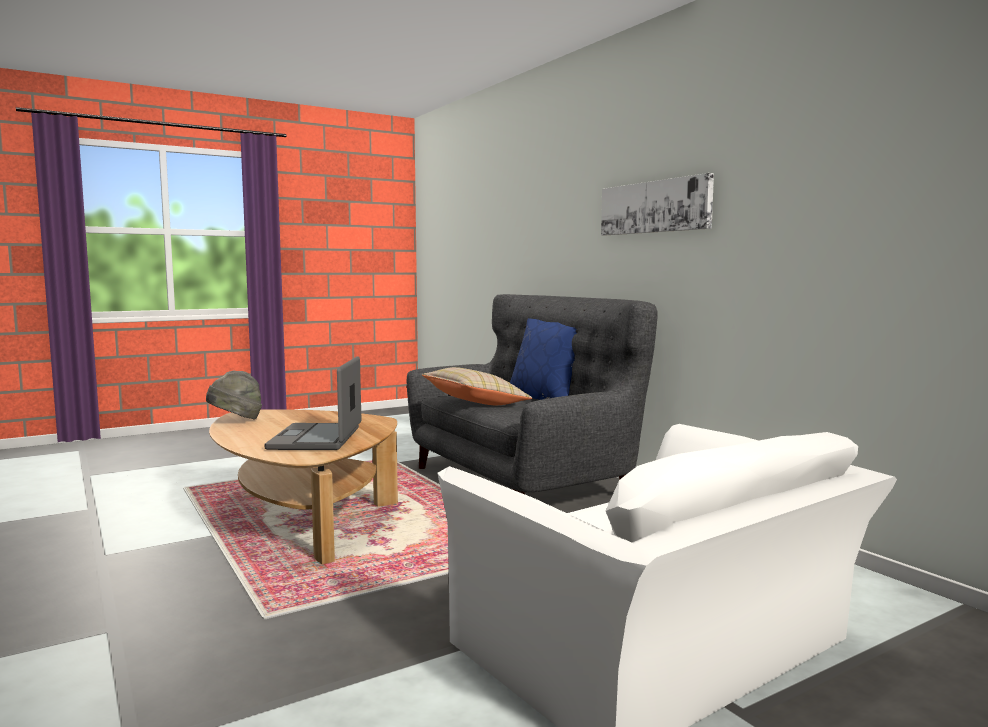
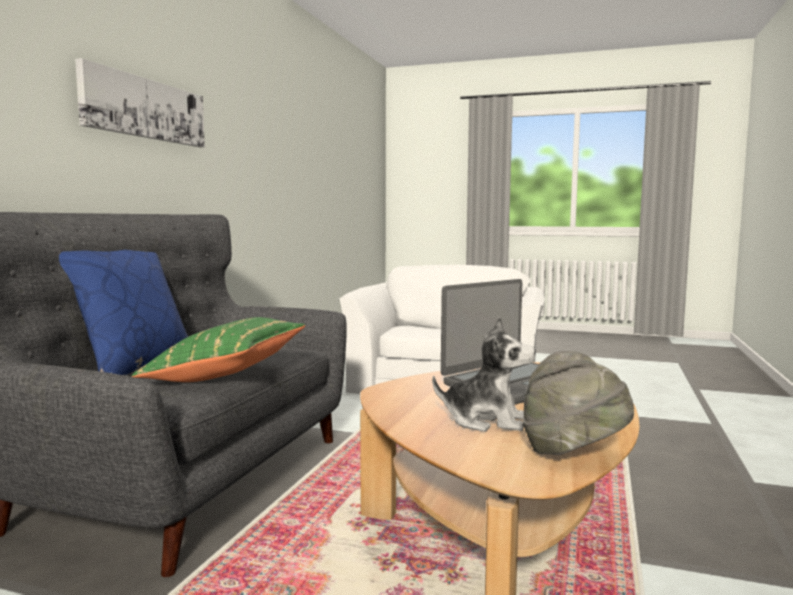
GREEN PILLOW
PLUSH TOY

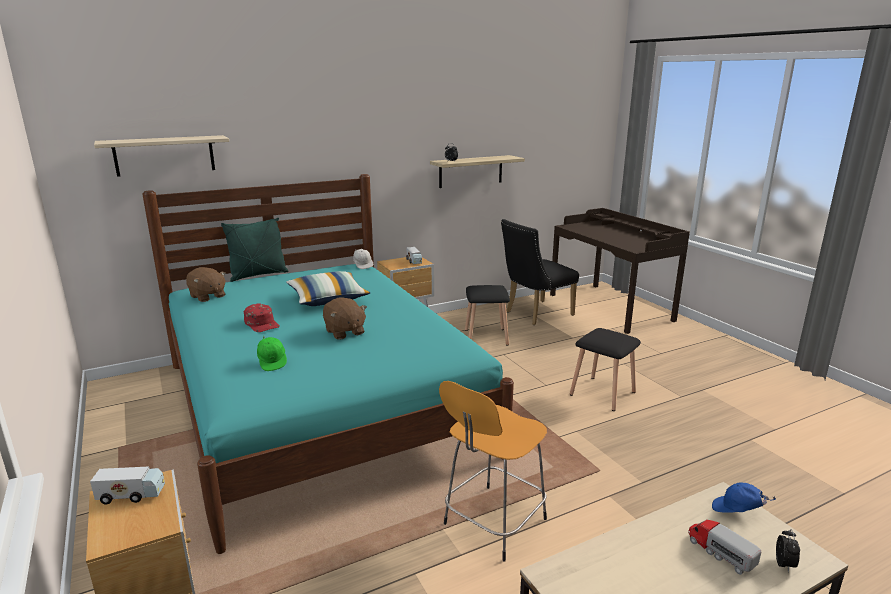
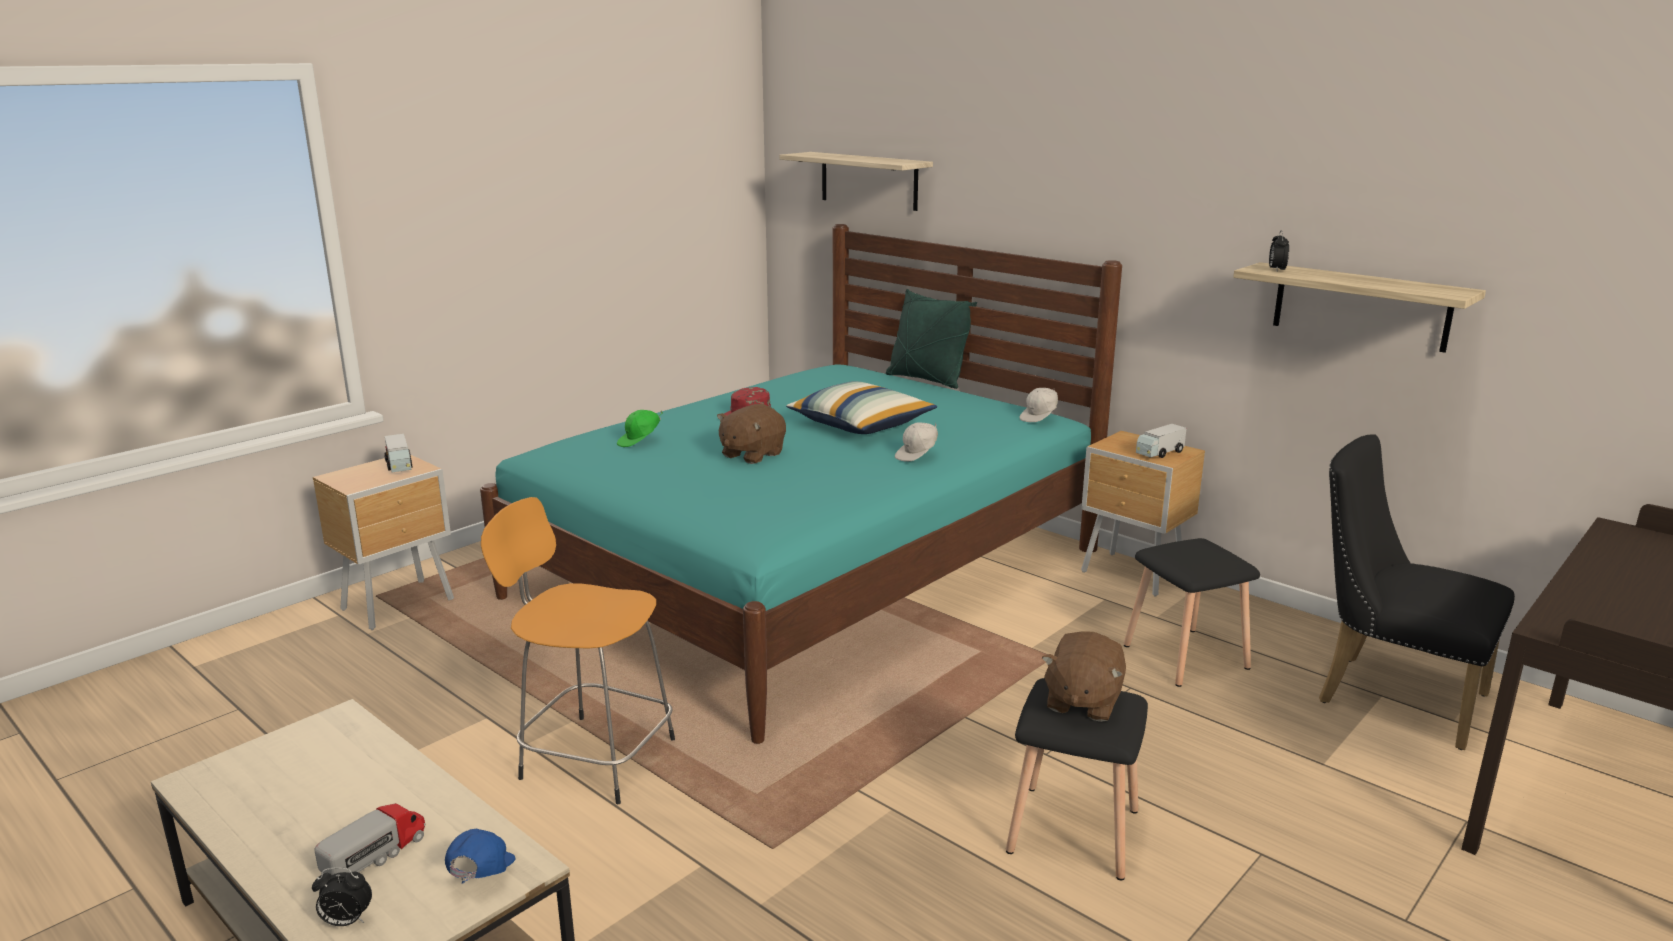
BROWN PLUSH TOY (no. 2 from left)
WHITE CAP (no. 1 from left)

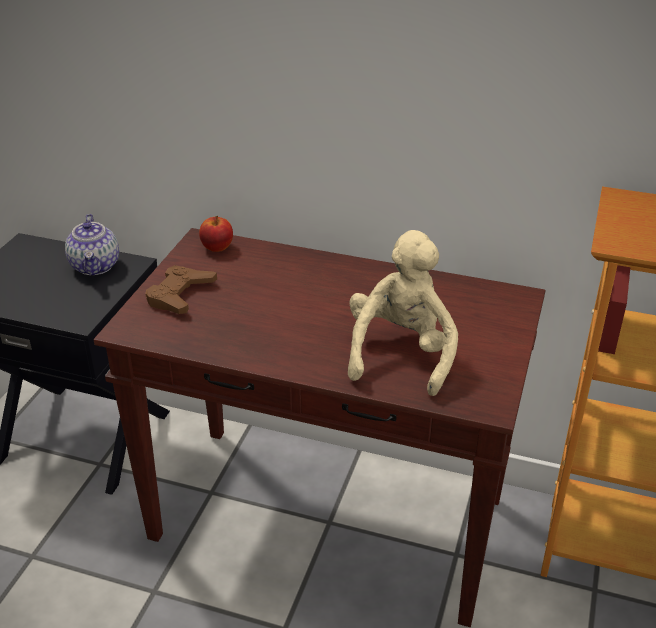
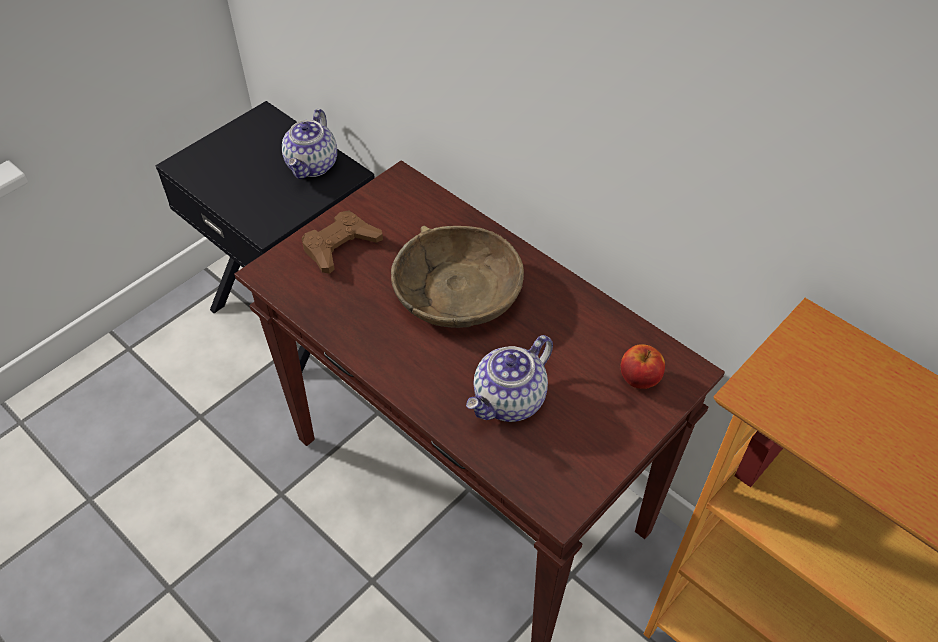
APPLE
TEAPOT (no. 2 from left)
BROWN BOWL

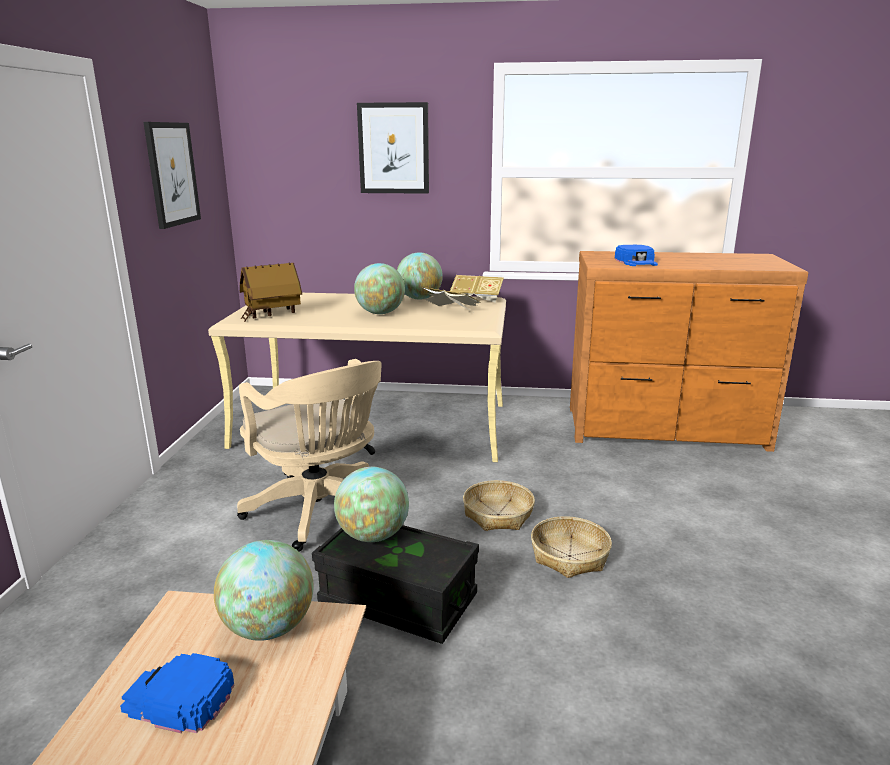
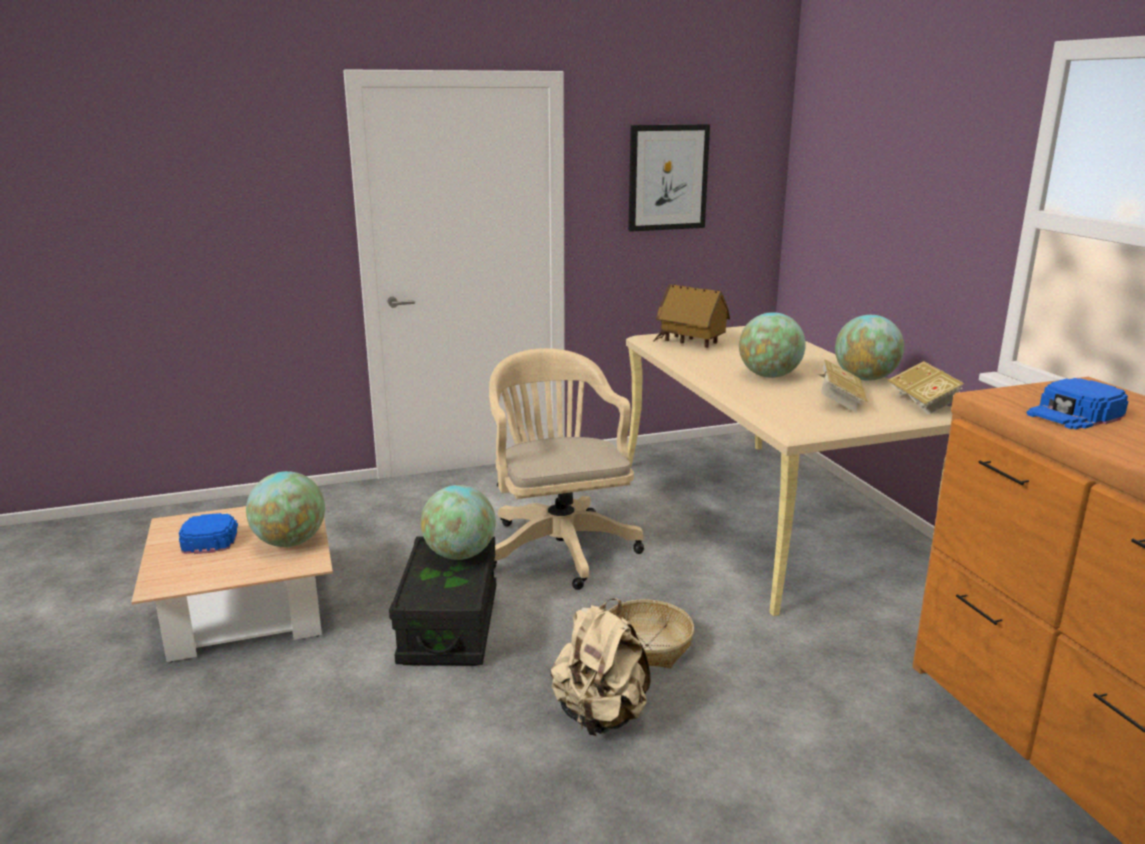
BEIGE OFFICE CHAIR
PICTURE (no. 2 from left in the first image)
BEIGE BACKPACK

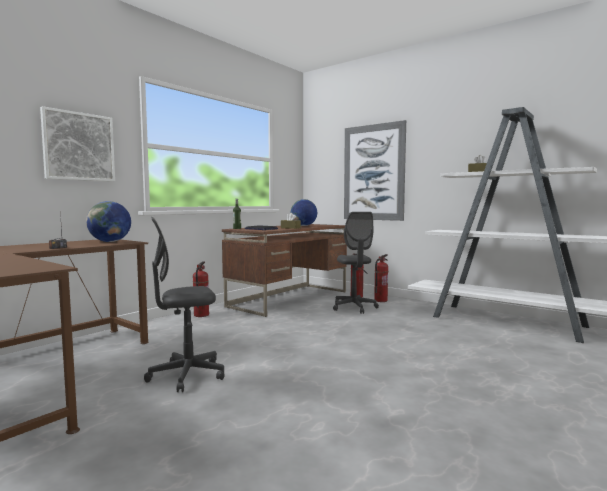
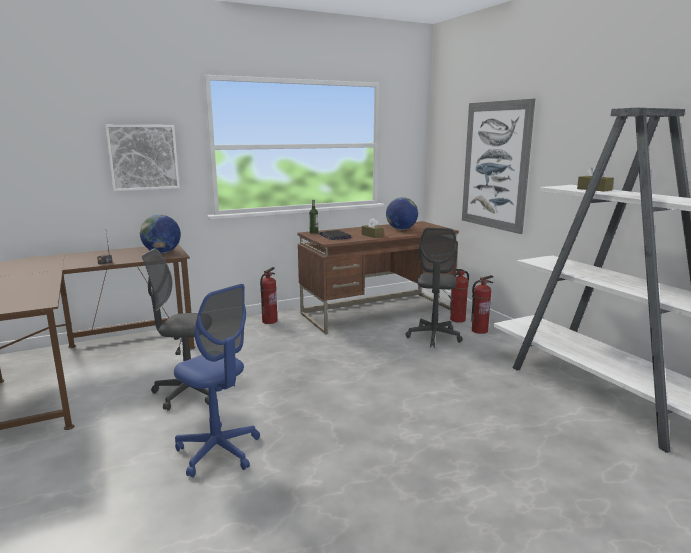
BLUE OFFICE CHAIR

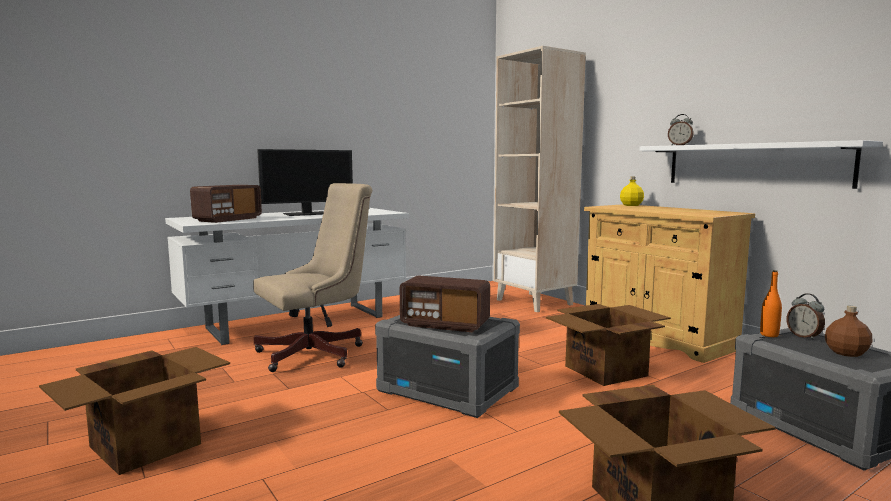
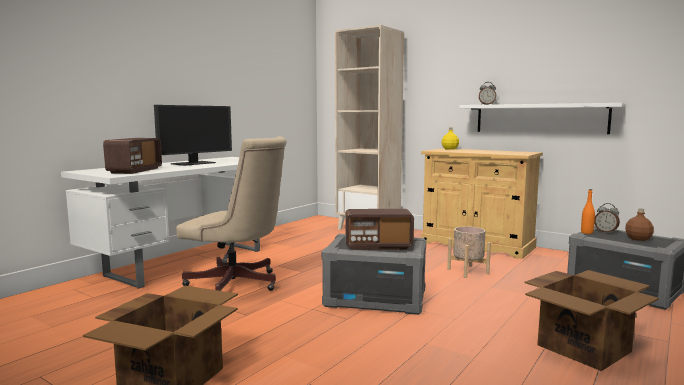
BEIGE OFFICE CHAIR
BEIGE PLANTER

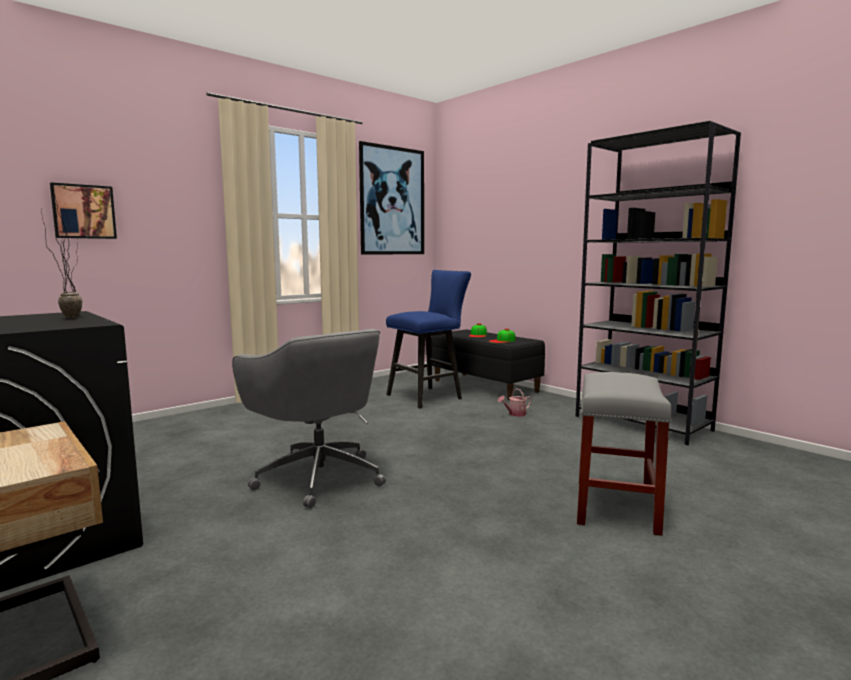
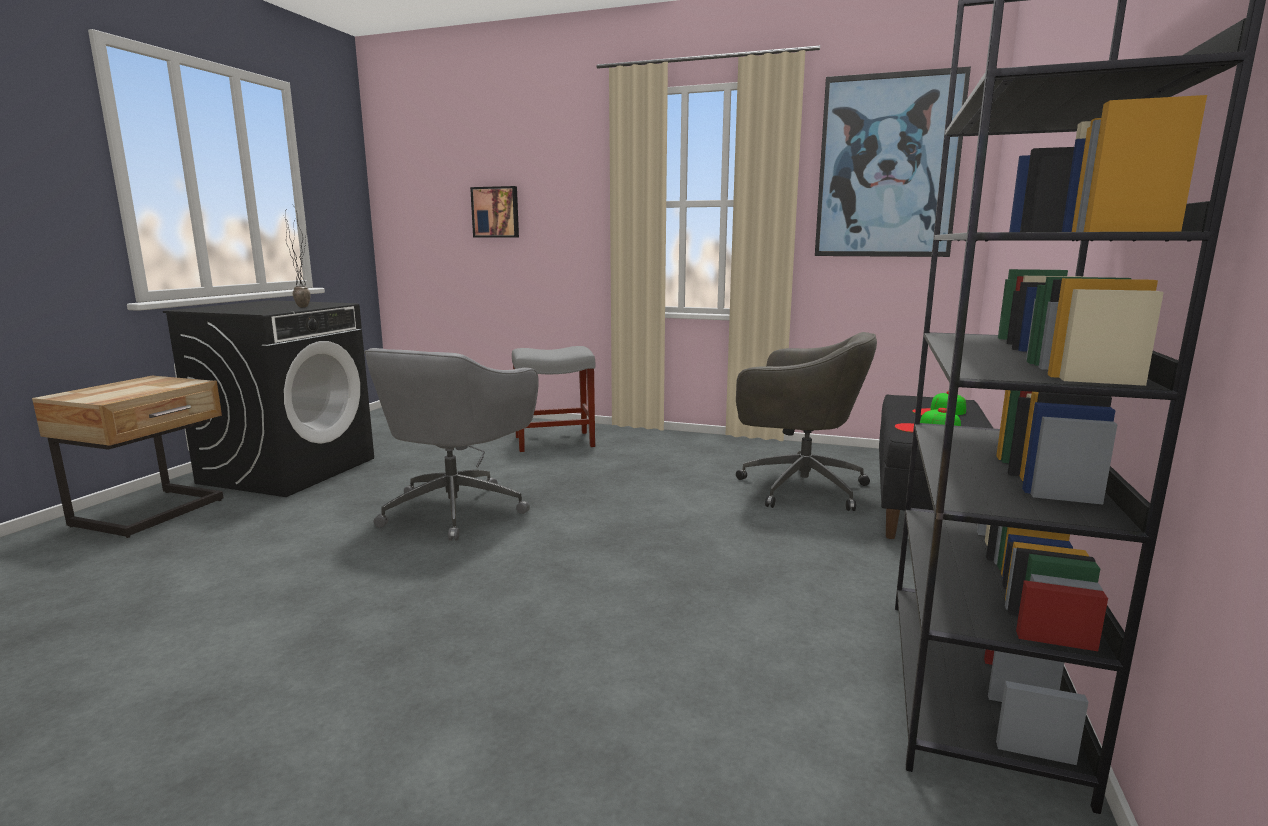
GREY OFFICE CHAIR (no. 2 from left)
WATERING CAN
GREY STOOL

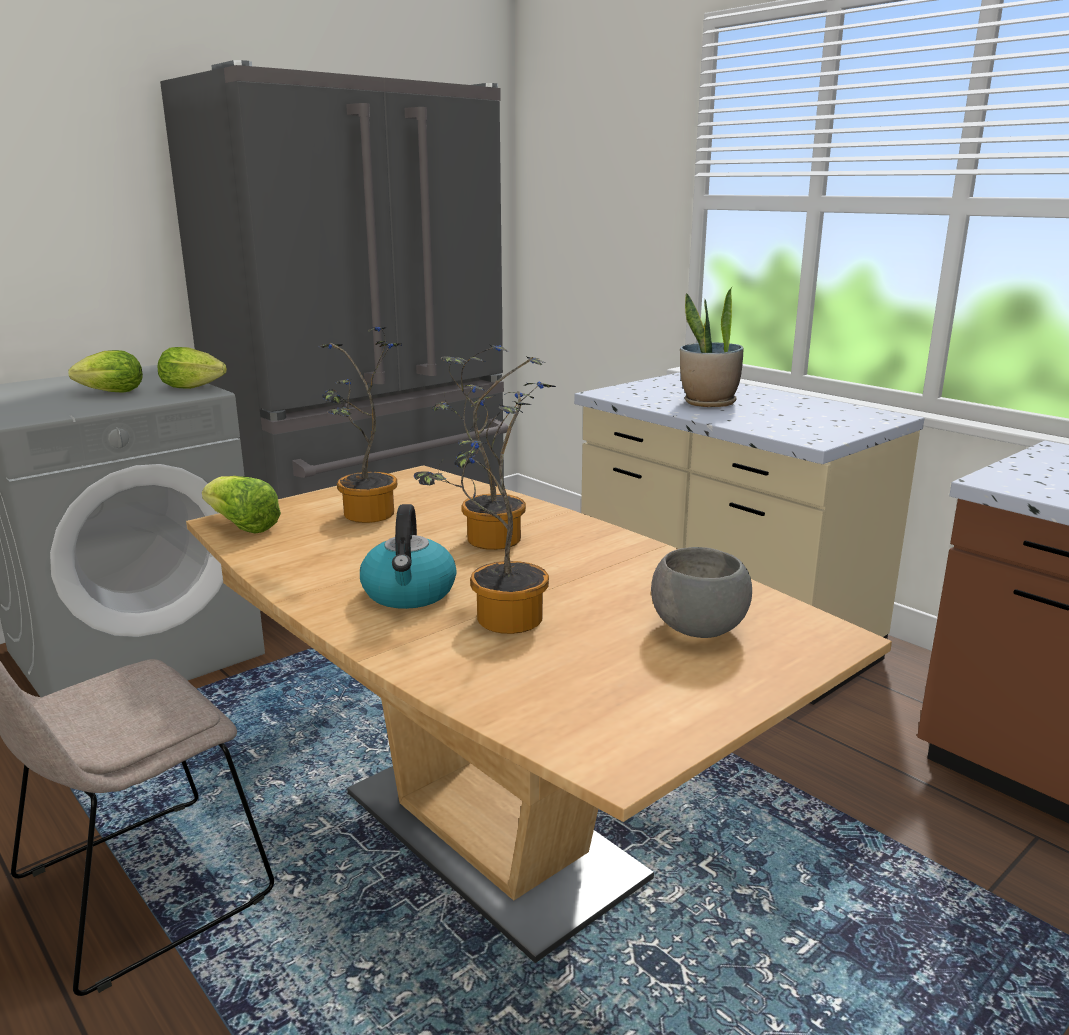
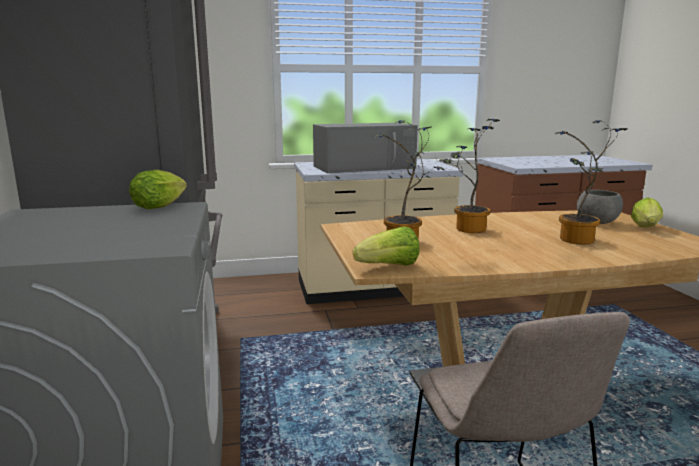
LETTUCE (no. 3 from left)
KETTLE
GREY MICROWAVE

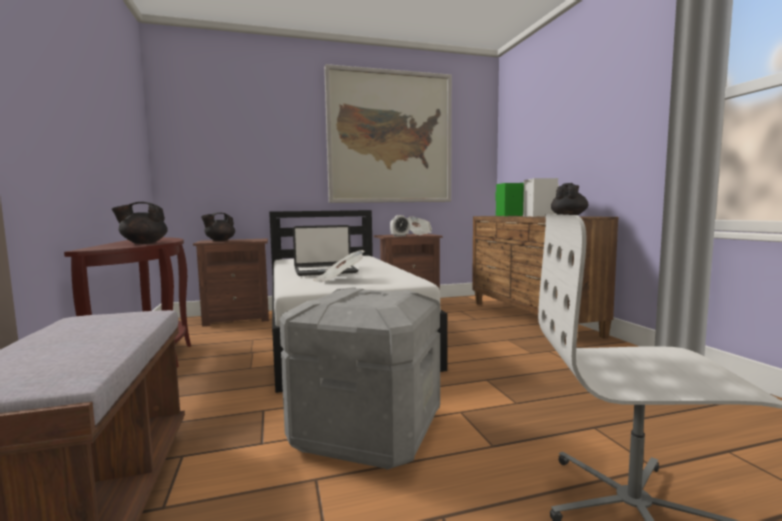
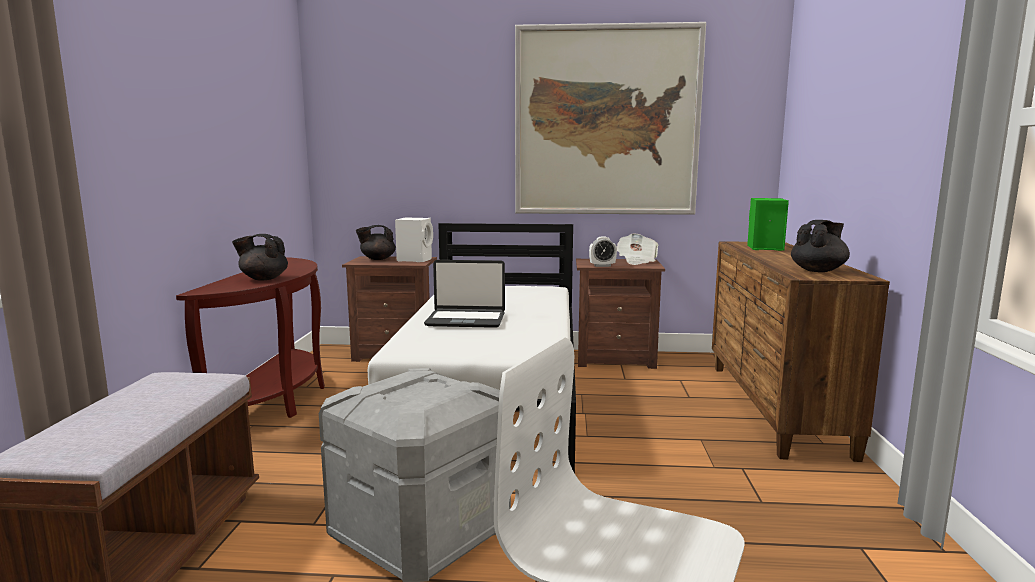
NEWSPAPER (no. 1 from left in the first image)
WHITE SPEAKER

